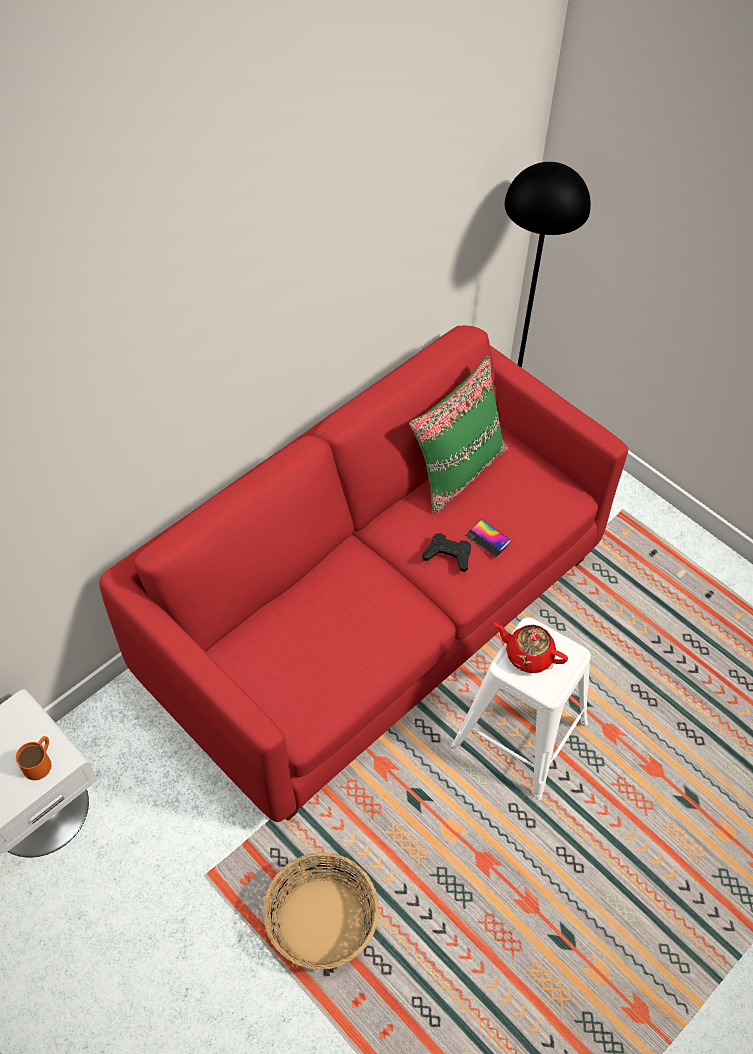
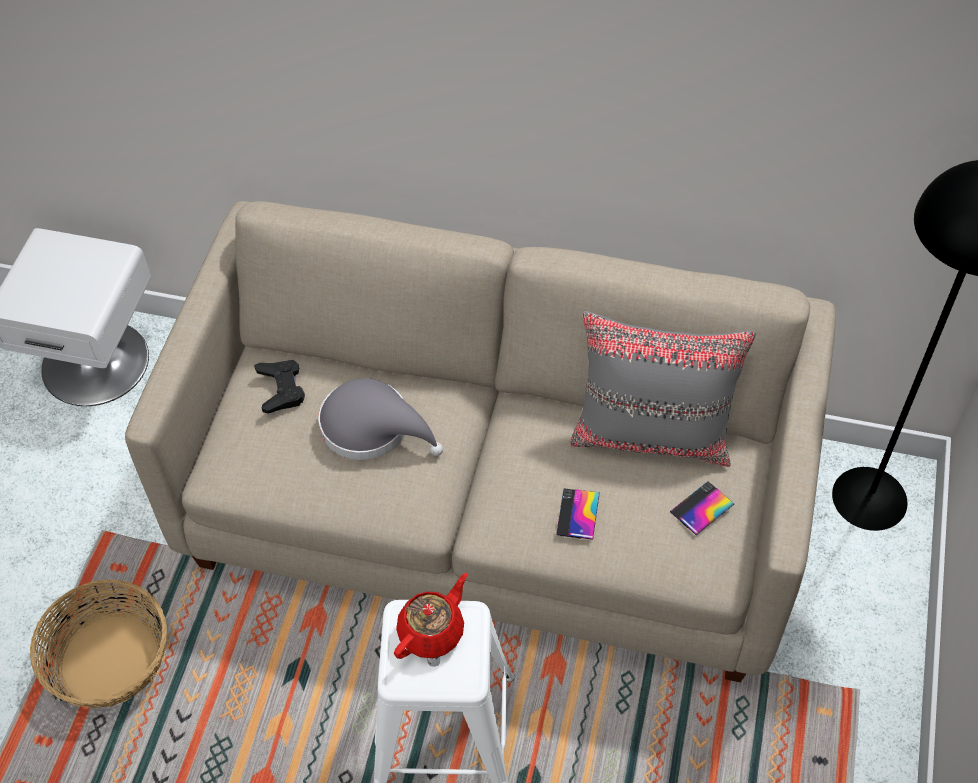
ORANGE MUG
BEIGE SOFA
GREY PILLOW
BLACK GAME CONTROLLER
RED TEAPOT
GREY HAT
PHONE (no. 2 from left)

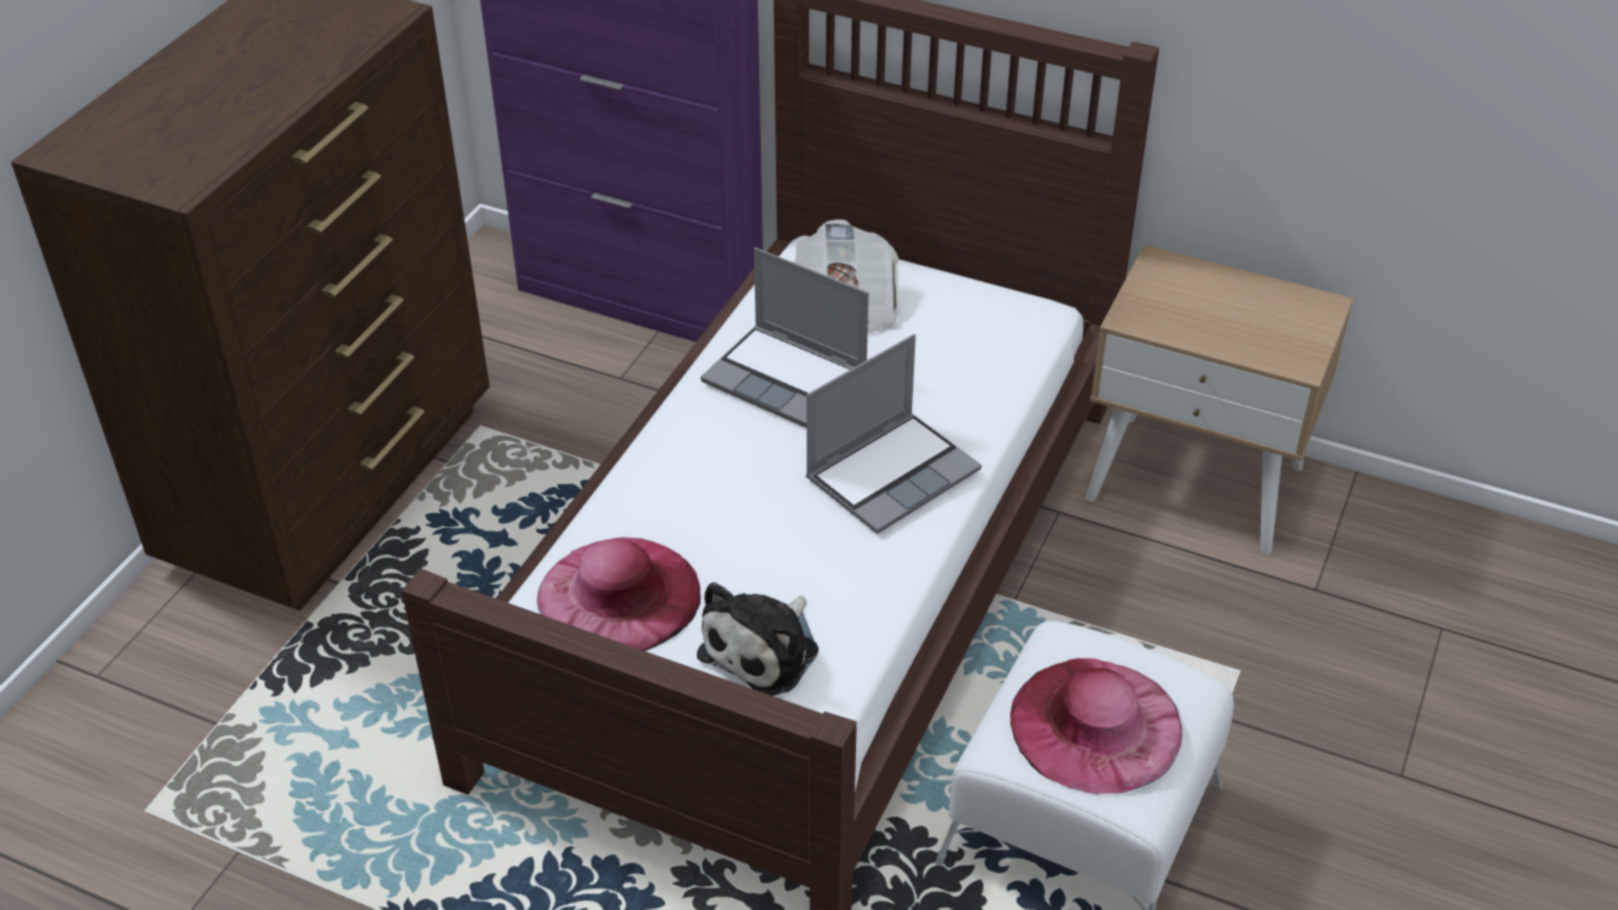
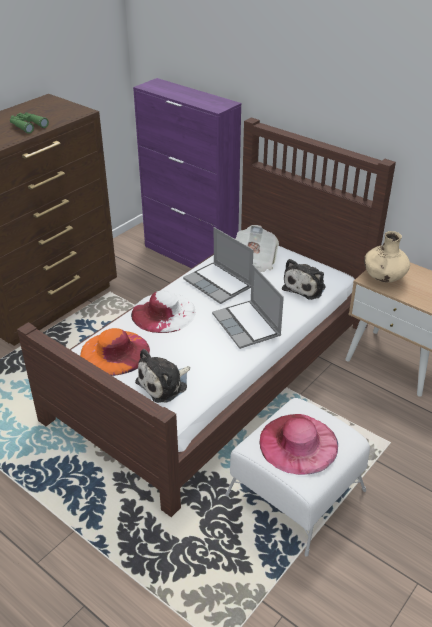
ORANGE HAT
LAPTOP (no. 2 from left)
GREEN BINOCULARS
WHITE HAT
PLUSH TOY (no. 2 from left)
BEIGE VASE

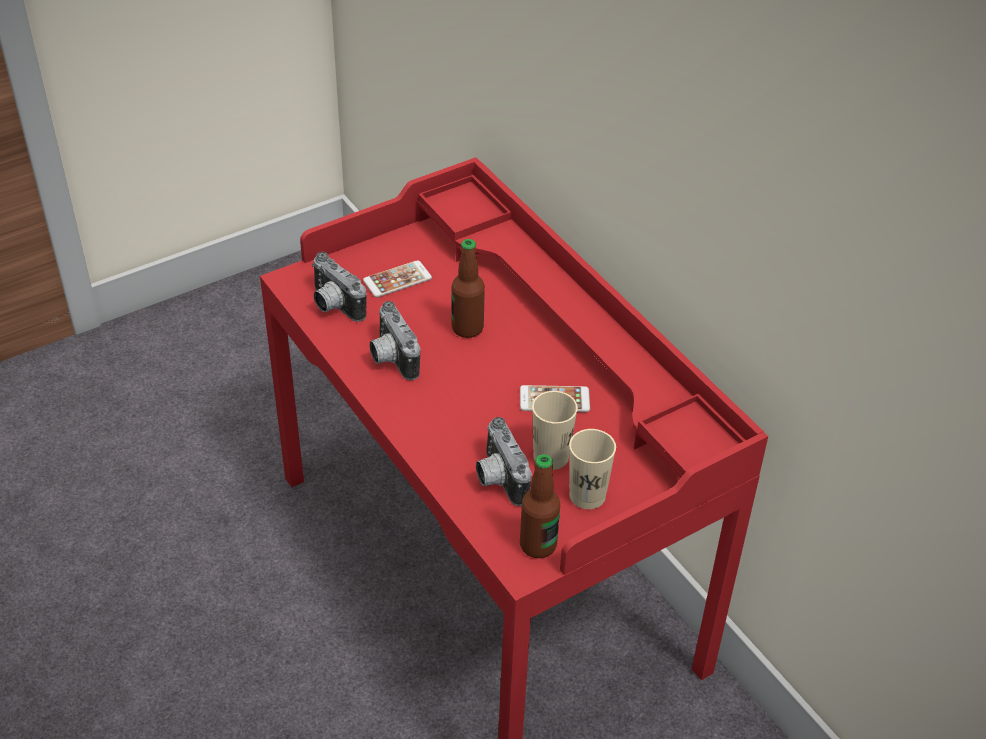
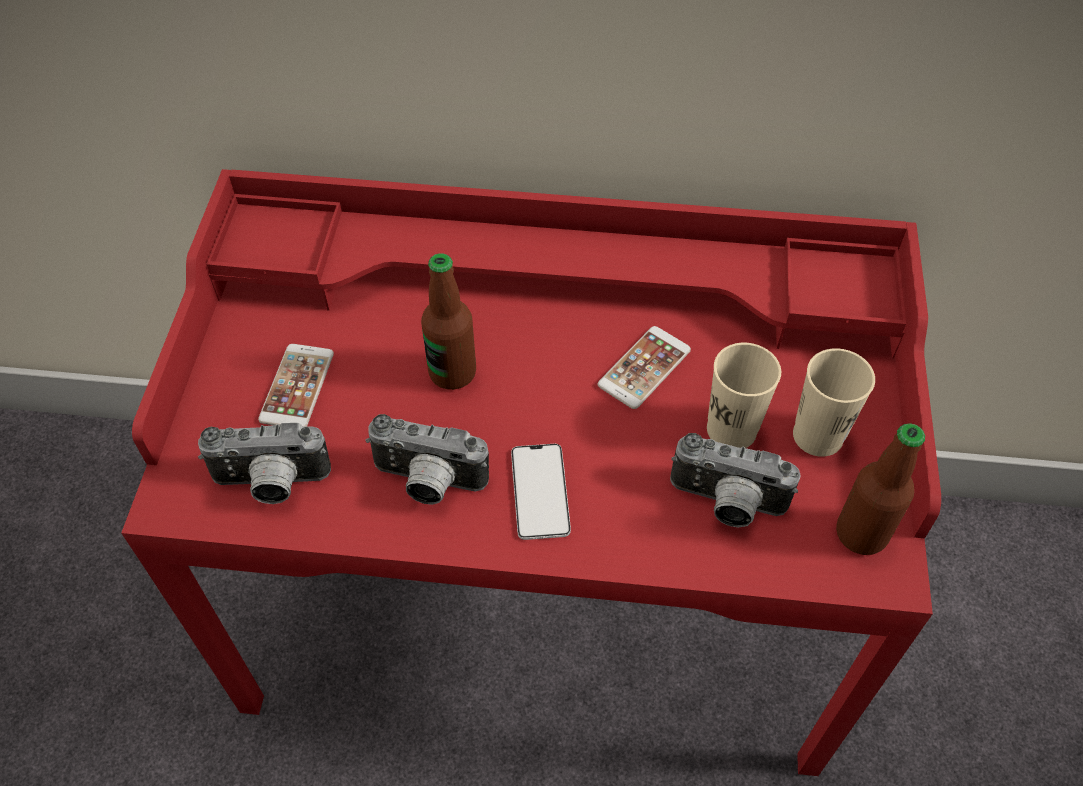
PHONE (no. 2 from left)

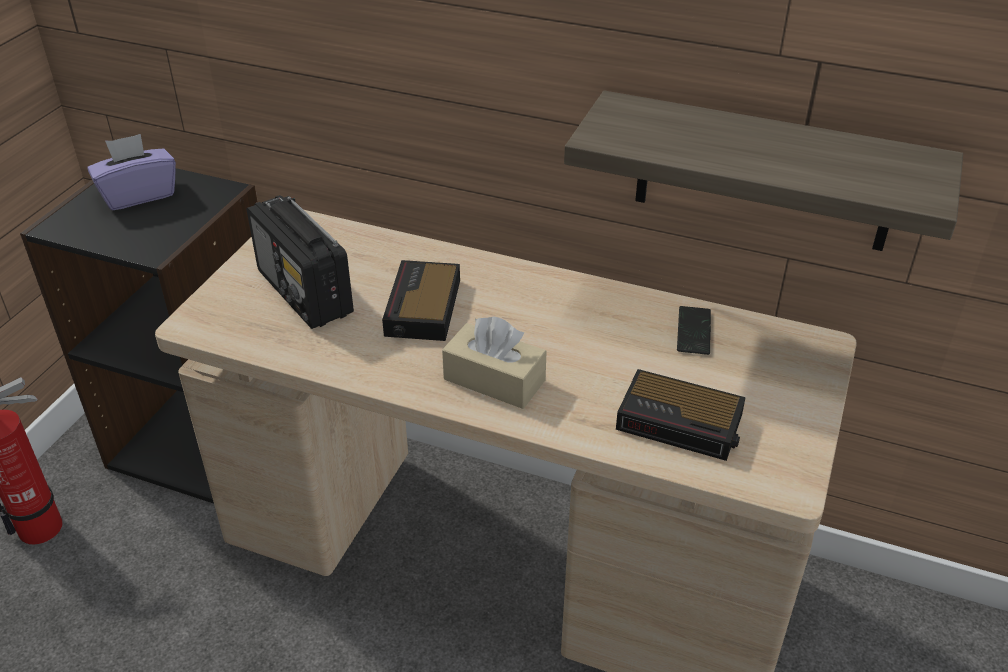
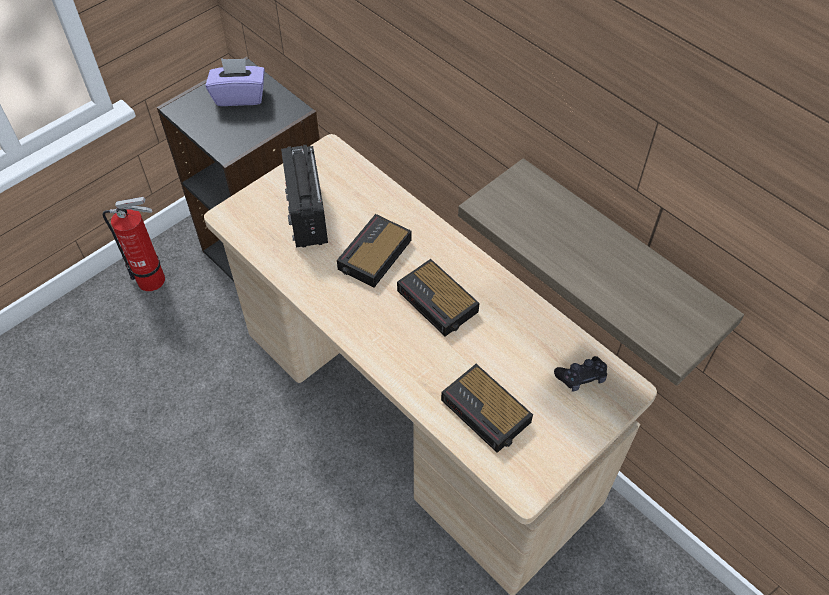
BEIGE TISSUE BOX
PHONE
ALARM CLOCK (no. 2 from left)
BLACK GAME CONTROLLER

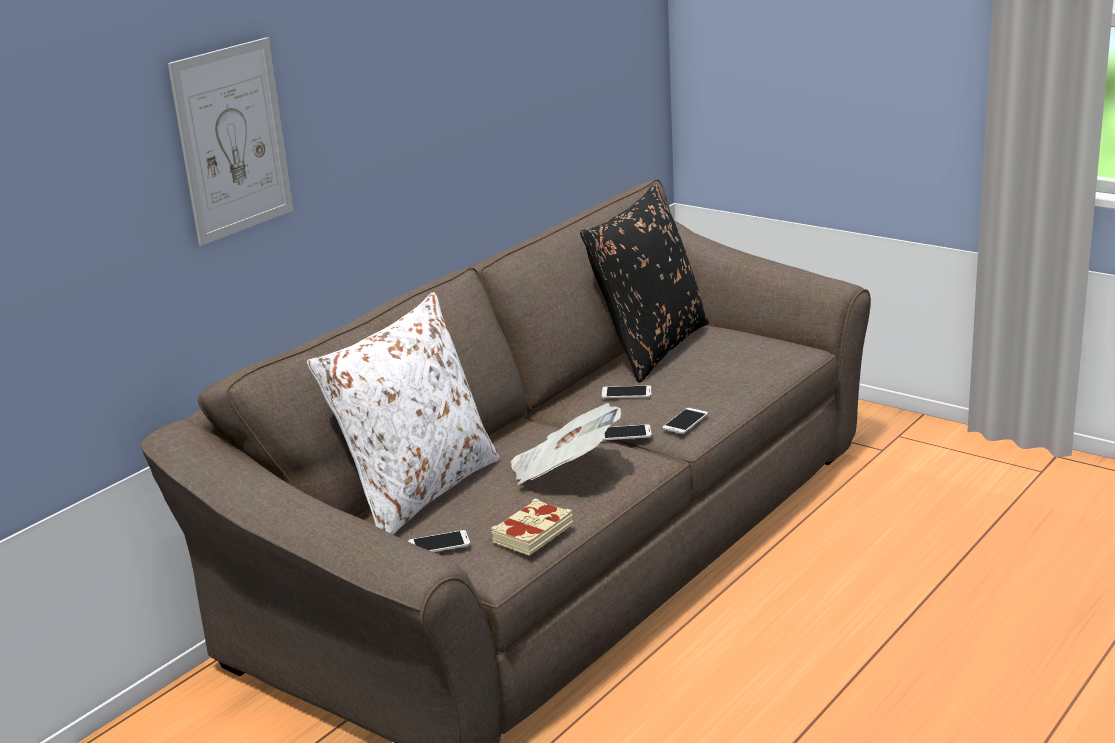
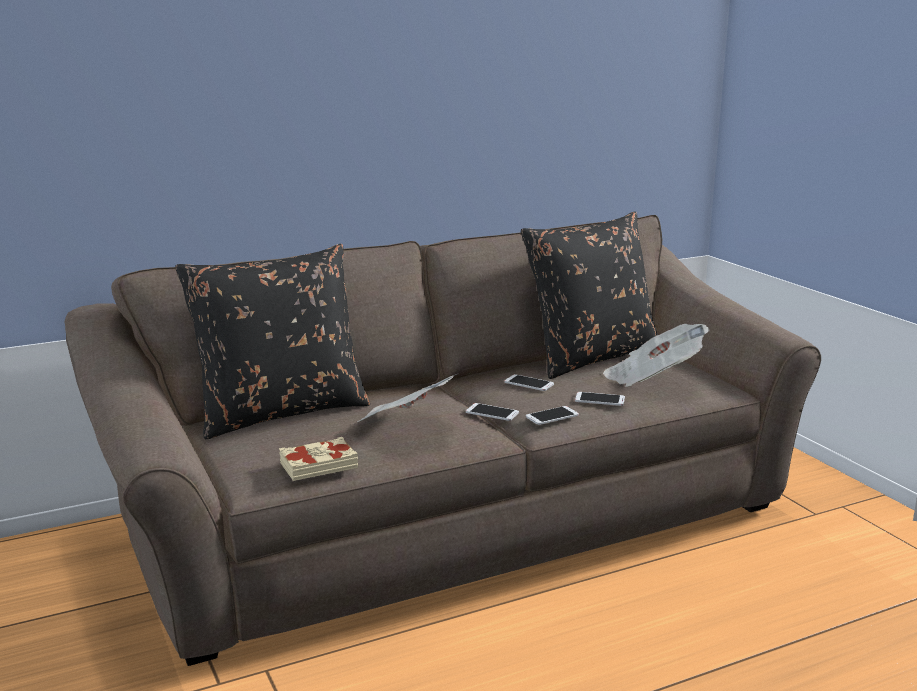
PICTURE
BLACK PILLOW (no. 1 from left)
PHONE (no. 4 from left)
NEWSPAPER (no. 2 from left)

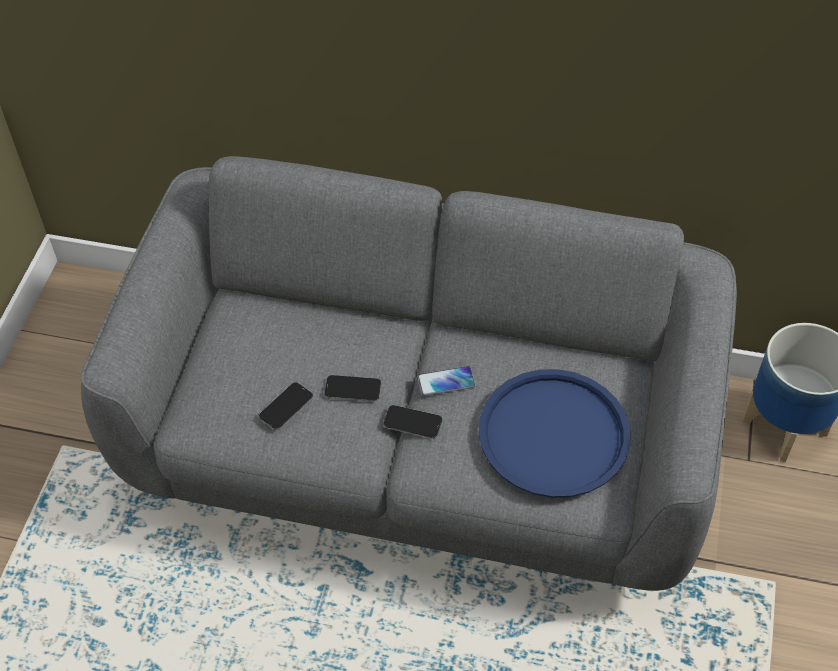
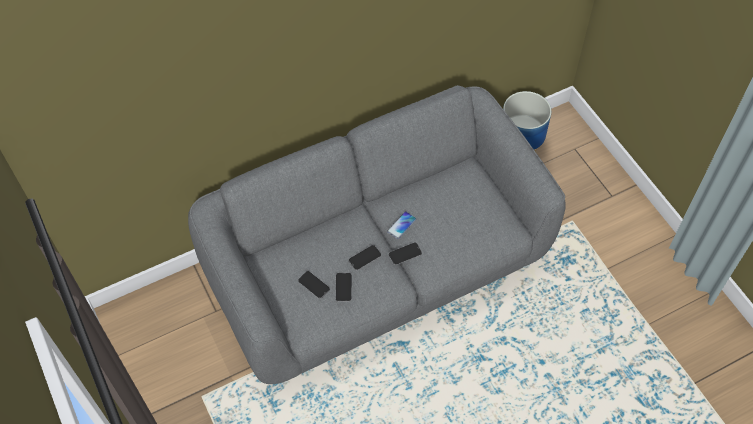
BLUE TRAY
PHONE (no. 1 from left)

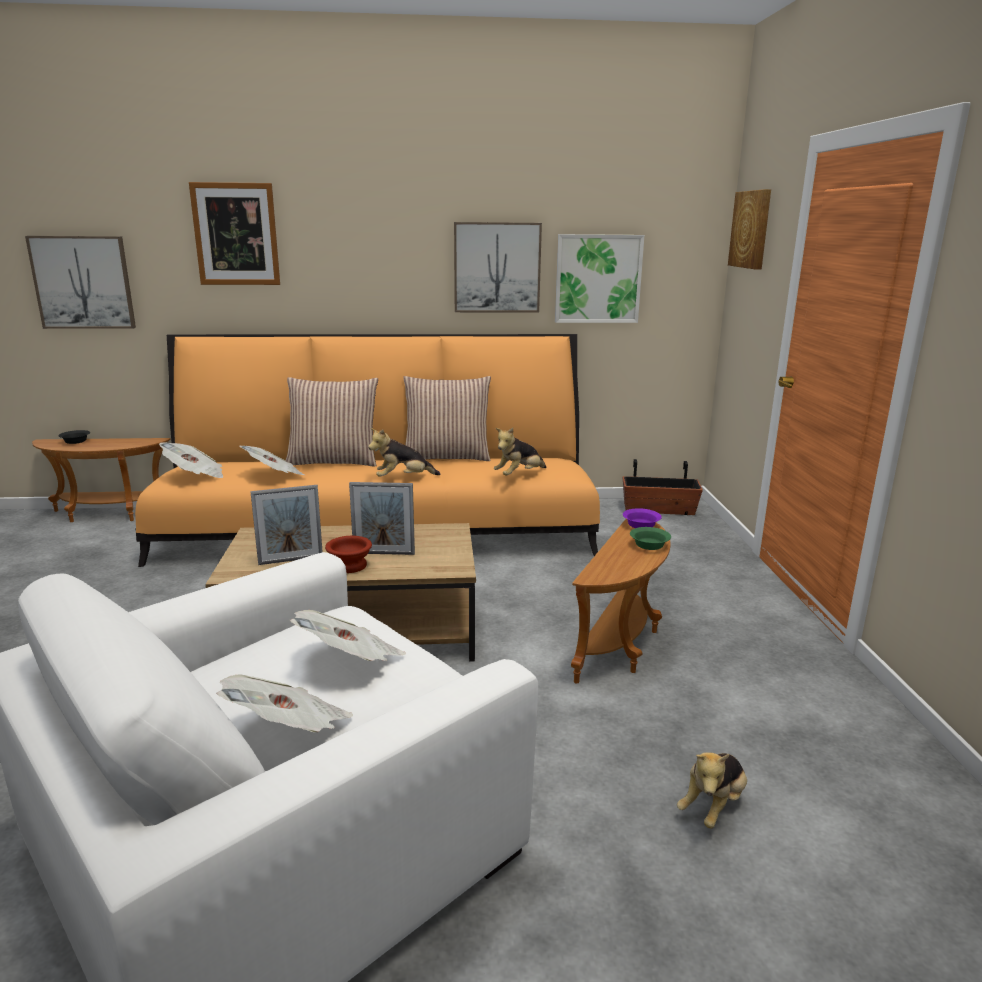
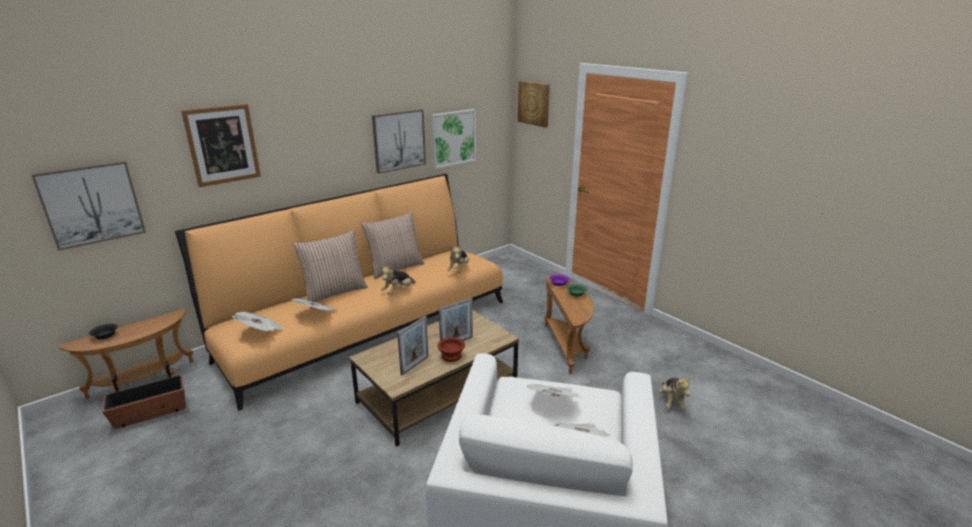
PLANTER

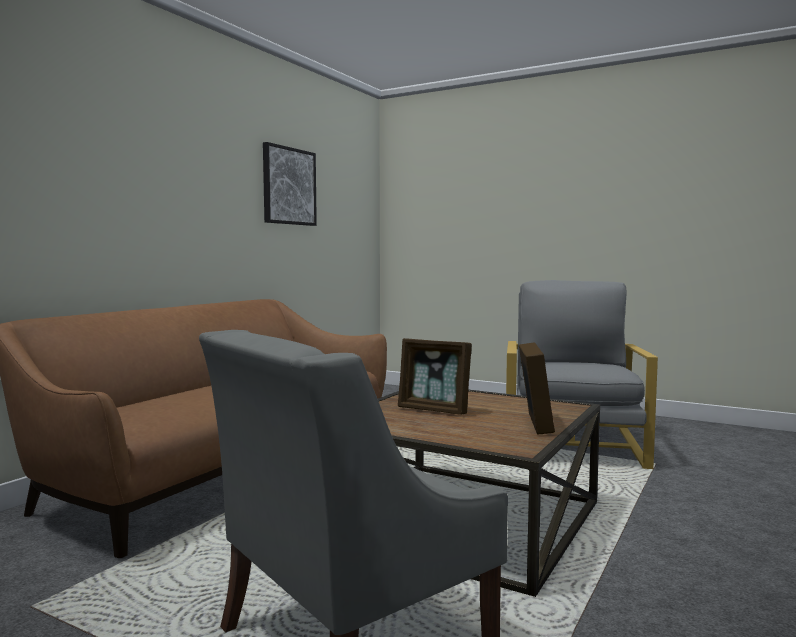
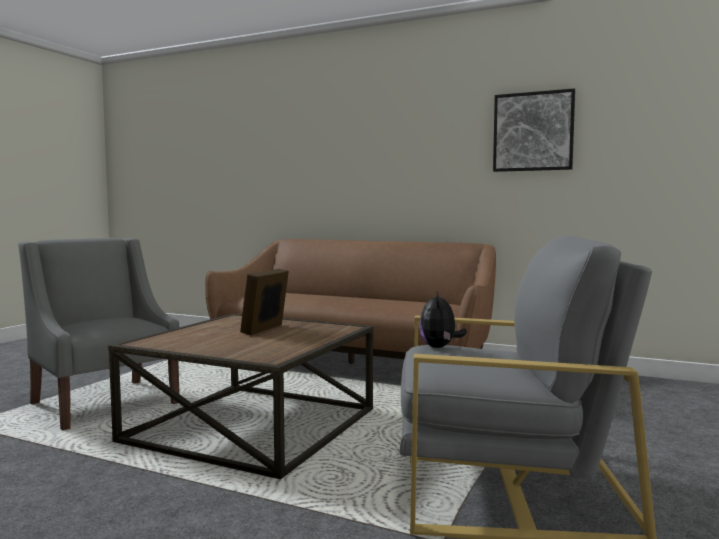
PICTURE FRAME (no. 2 from left in the first image)
PLUSH TOY

